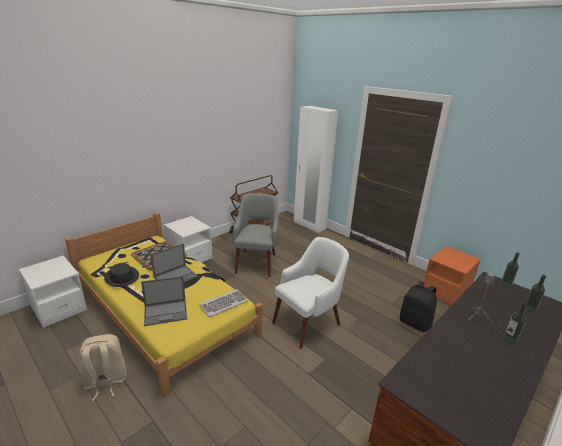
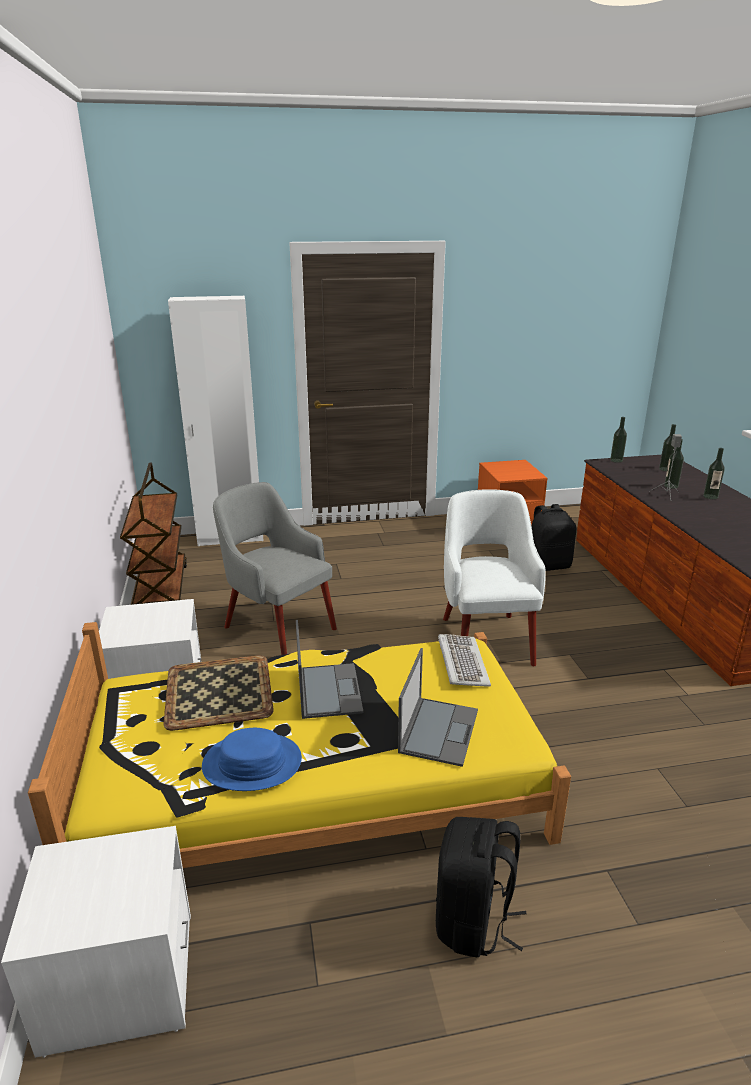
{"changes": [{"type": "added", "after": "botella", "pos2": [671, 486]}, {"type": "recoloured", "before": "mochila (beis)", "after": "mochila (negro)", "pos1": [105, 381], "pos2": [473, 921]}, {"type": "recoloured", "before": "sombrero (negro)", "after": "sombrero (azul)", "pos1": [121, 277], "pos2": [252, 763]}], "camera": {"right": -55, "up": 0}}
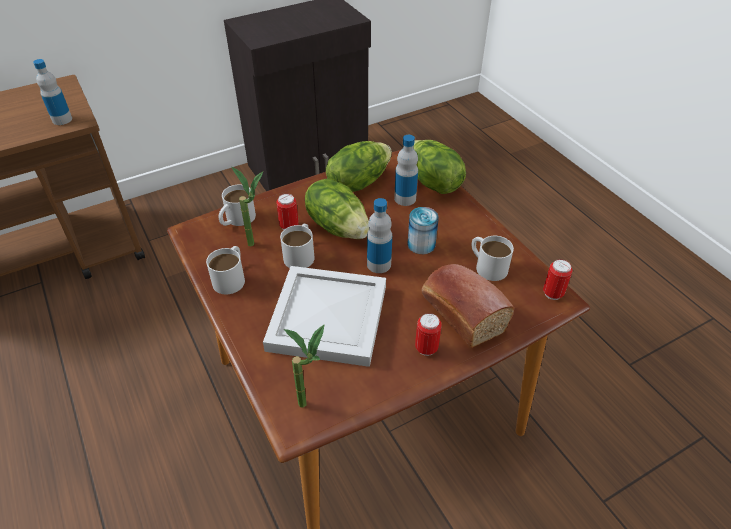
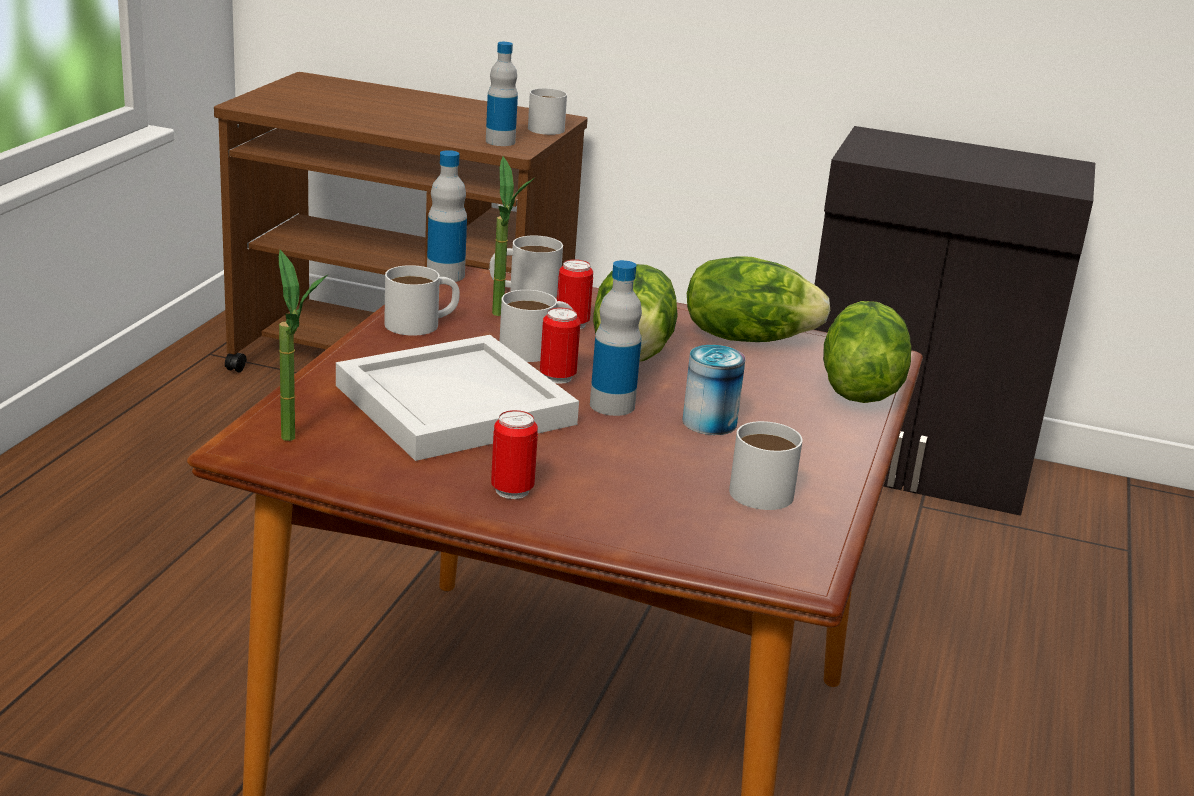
{"changes": [{"type": "removed", "before": "pan", "pos1": [460, 312]}, {"type": "added", "after": "taza grande (blanco)", "pos2": [545, 127]}, {"type": "moved", "before": "botella", "pos1": [405, 198], "pos2": [445, 275]}, {"type": "moved", "before": "lata", "pos1": [552, 293], "pos2": [557, 377]}], "camera": {"right": 45, "up": -20}}
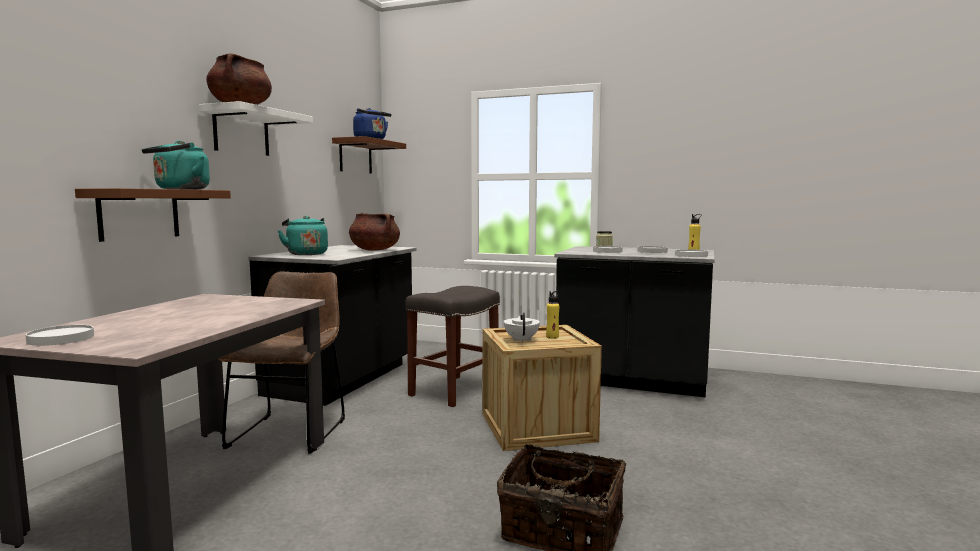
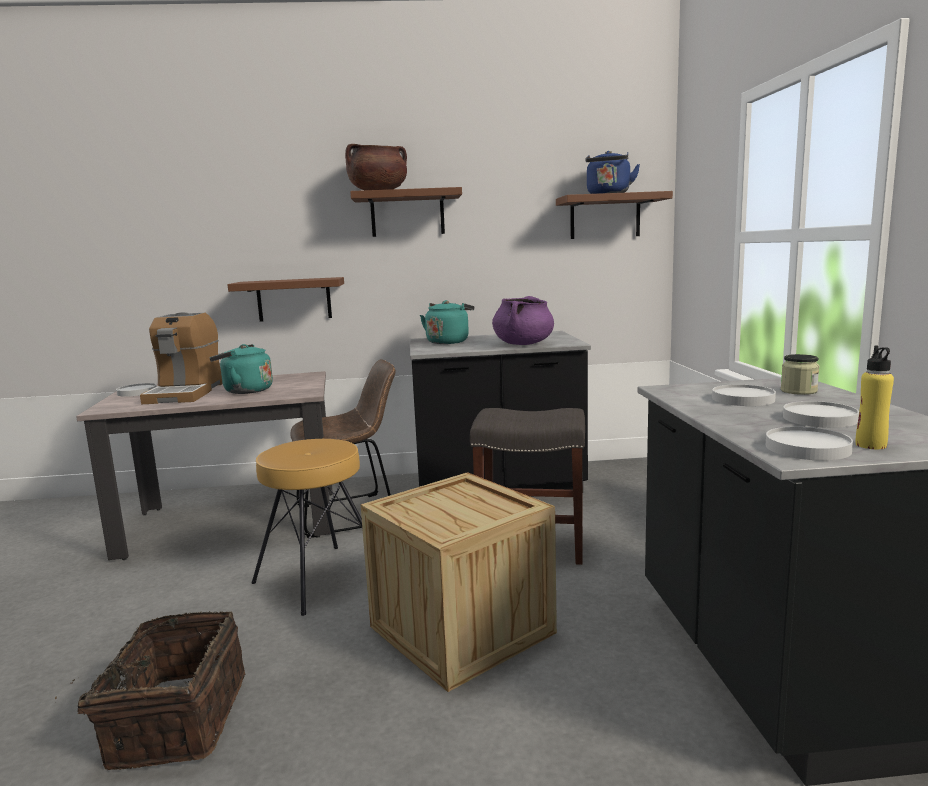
{"changes": [{"type": "removed", "before": "tetera (blanco)", "pos1": [521, 340]}, {"type": "removed", "before": "botella (amarillo)", "pos1": [552, 337]}, {"type": "added", "after": "cafetera", "pos2": [186, 393]}, {"type": "added", "after": "taburete (marrón)", "pos2": [320, 577]}, {"type": "moved", "before": "hervidor (turquesa)", "pos1": [180, 189], "pos2": [245, 391]}, {"type": "recoloured", "before": "estante (blanco)", "after": "estante (marrón)", "pos1": [241, 132], "pos2": [407, 214]}, {"type": "recoloured", "before": "olla (marrón)", "after": "olla (morado)", "pos1": [374, 250], "pos2": [523, 344]}], "camera": {"right": 65, "up": 5}}
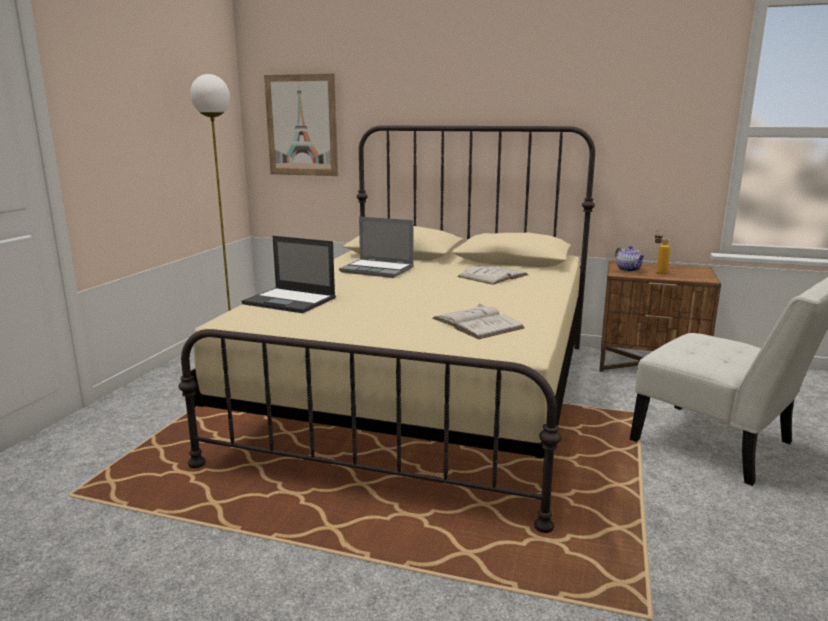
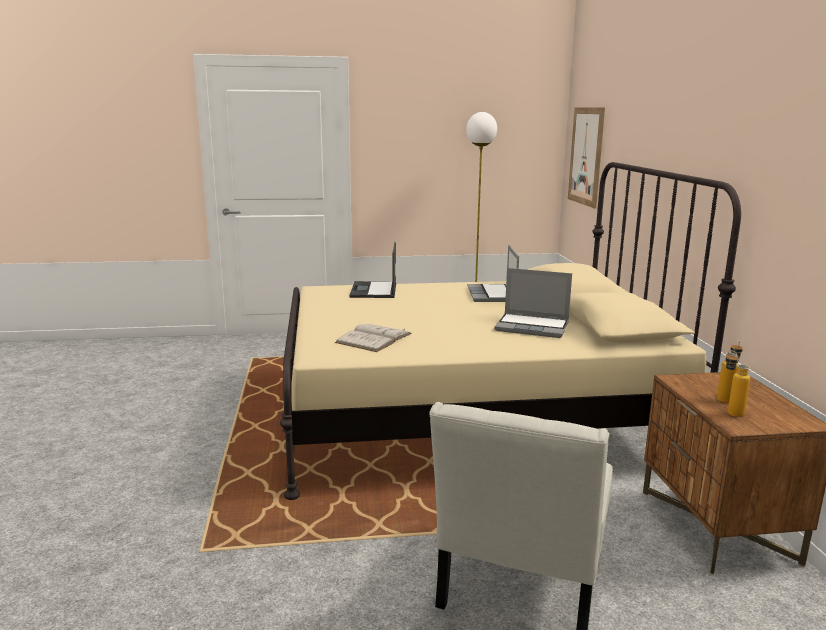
{"changes": [{"type": "removed", "before": "tetera", "pos1": [629, 270]}, {"type": "added", "after": "botella", "pos2": [730, 411]}, {"type": "replaced", "before": "libro (blanco)", "after": "portátil", "pos1": [493, 276], "pos2": [533, 327]}], "camera": {"right": 65, "up": 0}}
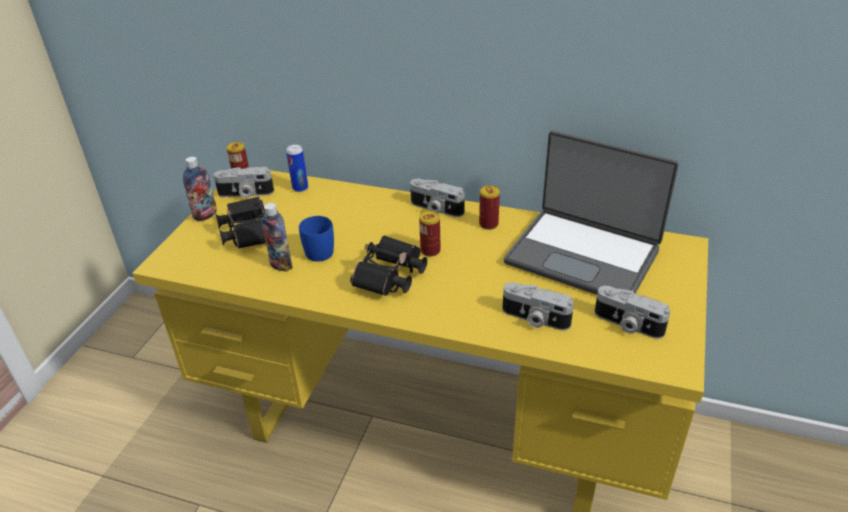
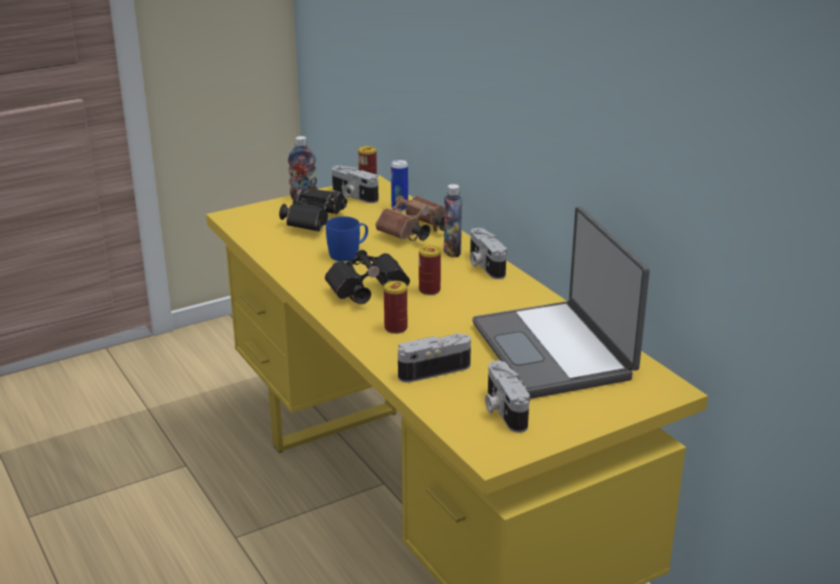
{"changes": [{"type": "added", "after": "prismáticos (marrón)", "pos2": [413, 233]}, {"type": "moved", "before": "botella", "pos1": [281, 265], "pos2": [452, 251]}, {"type": "moved", "before": "lata", "pos1": [488, 224], "pos2": [395, 328]}, {"type": "turned", "before": "cámara", "pos1": [534, 319], "pos2": [432, 369], "turn": 90}], "camera": {"right": 40, "up": -10}}
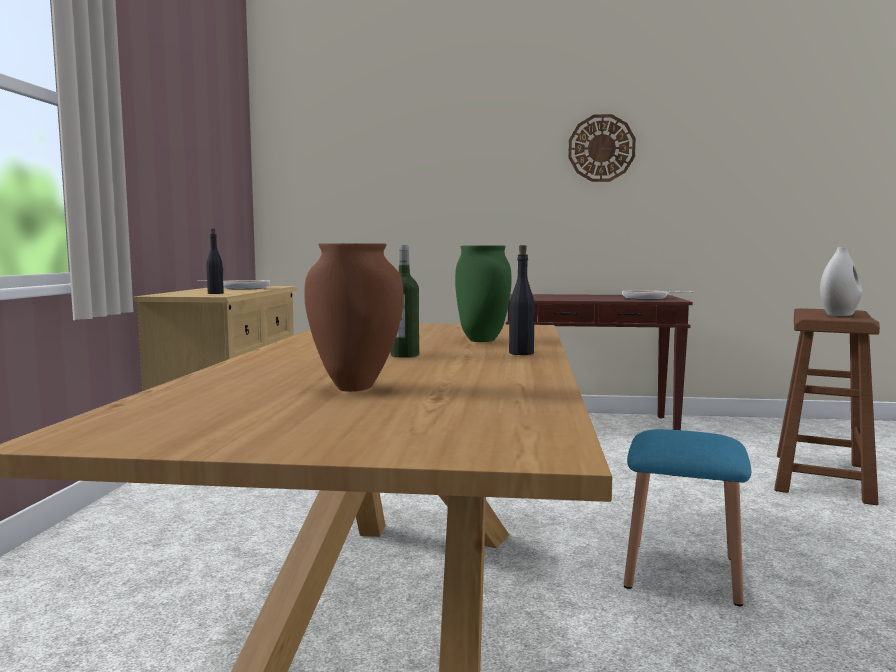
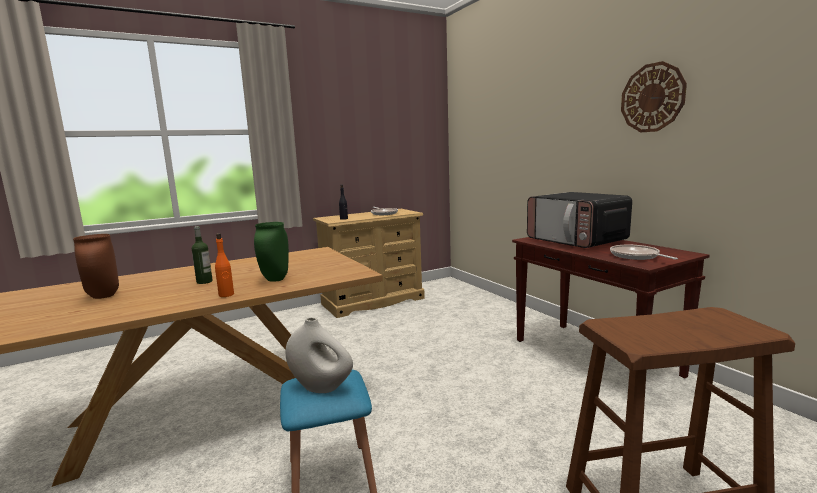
{"changes": [{"type": "added", "after": "microondas", "pos2": [576, 241]}, {"type": "moved", "before": "florero (blanco)", "pos1": [839, 315], "pos2": [321, 387]}, {"type": "recoloured", "before": "botella (negro)", "after": "botella (naranja)", "pos1": [521, 353], "pos2": [226, 295]}], "camera": {"right": 55, "up": 5}}
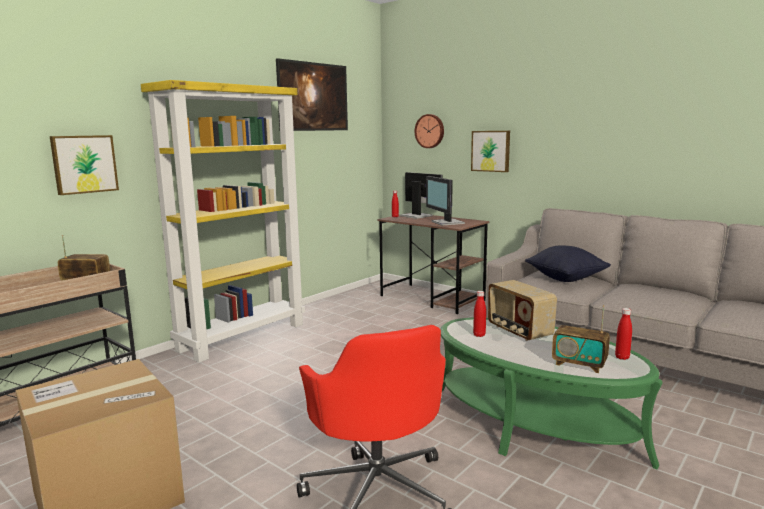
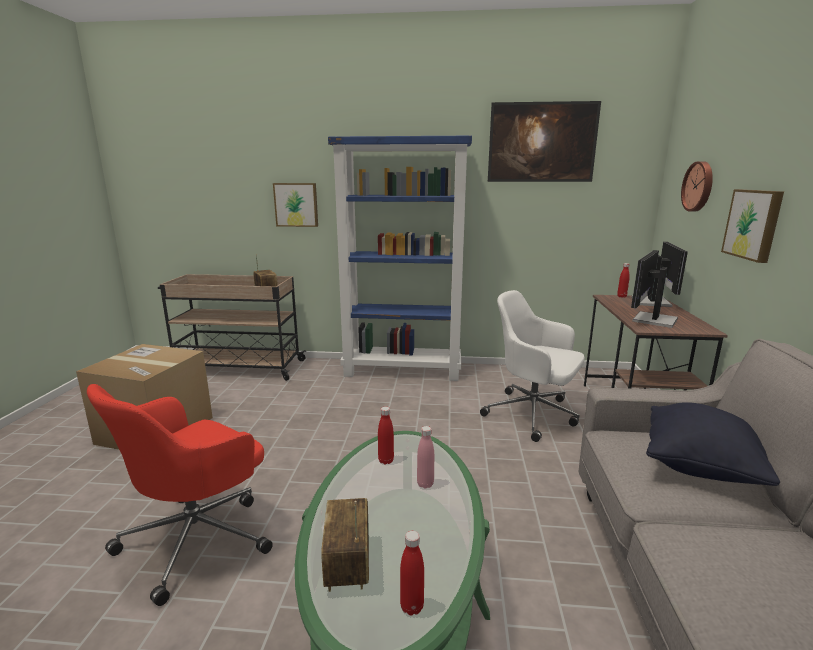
{"changes": [{"type": "added", "after": "silla de oficina (blanco)", "pos2": [533, 414]}, {"type": "replaced", "before": "radio", "after": "botella (rosa)", "pos1": [518, 331], "pos2": [425, 484]}, {"type": "recoloured", "before": "estantería (amarillo)", "after": "estantería (azul)", "pos1": [243, 336], "pos2": [403, 370]}], "camera": {"right": 55, "up": 5}}
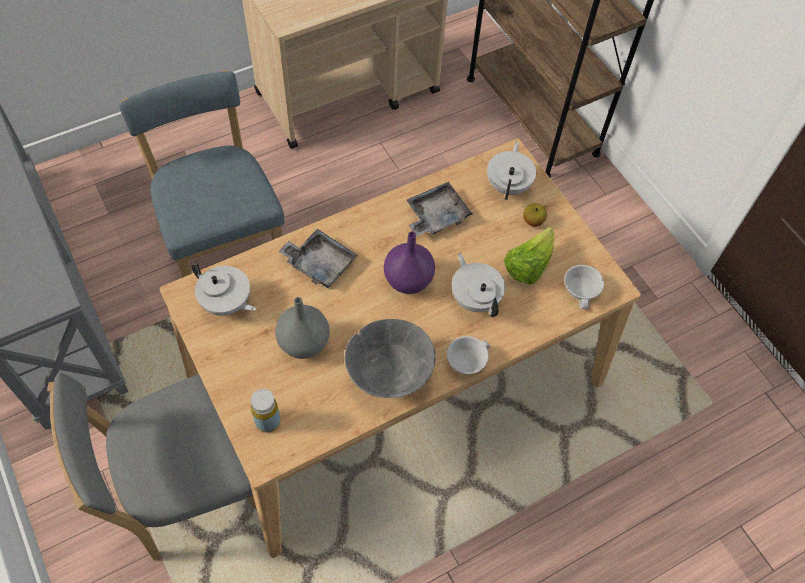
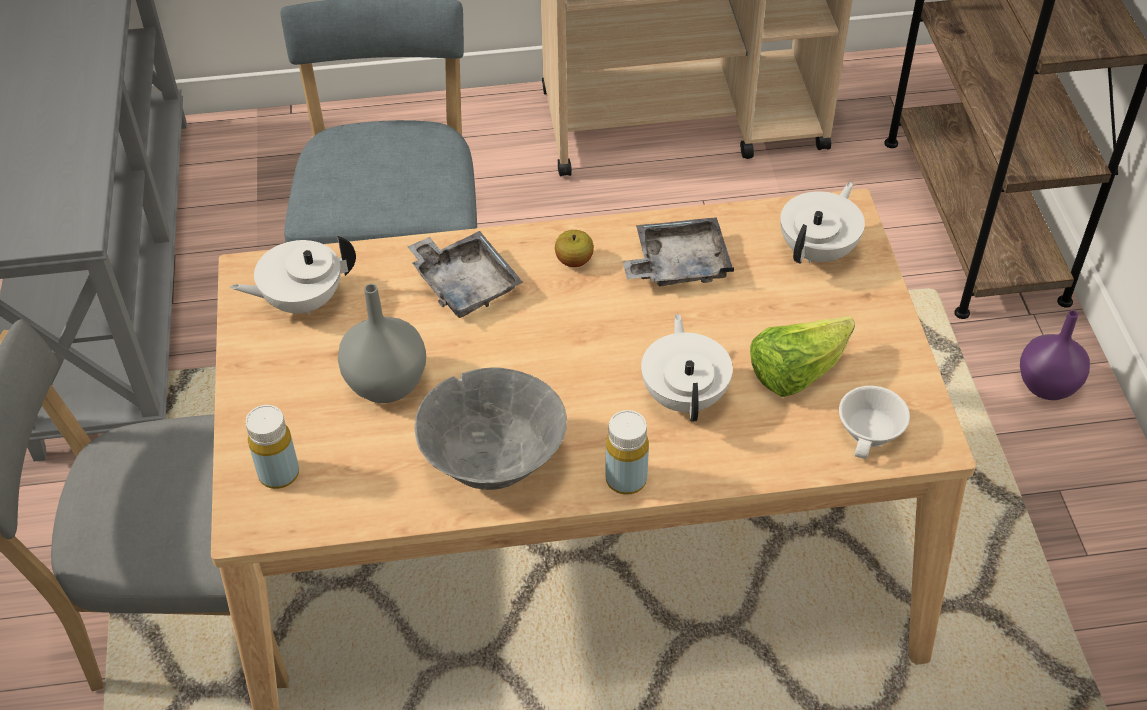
{"changes": [{"type": "moved", "before": "florero (morado)", "pos1": [408, 279], "pos2": [1046, 384]}, {"type": "moved", "before": "manzana", "pos1": [533, 221], "pos2": [574, 260]}, {"type": "replaced", "before": "taza (blanco)", "after": "botella (amarillo)", "pos1": [465, 360], "pos2": [626, 479]}, {"type": "turned", "before": "tetera (blanco)", "pos1": [226, 303], "pos2": [302, 301], "turn": 105}], "camera": {"right": 25, "up": -10}}
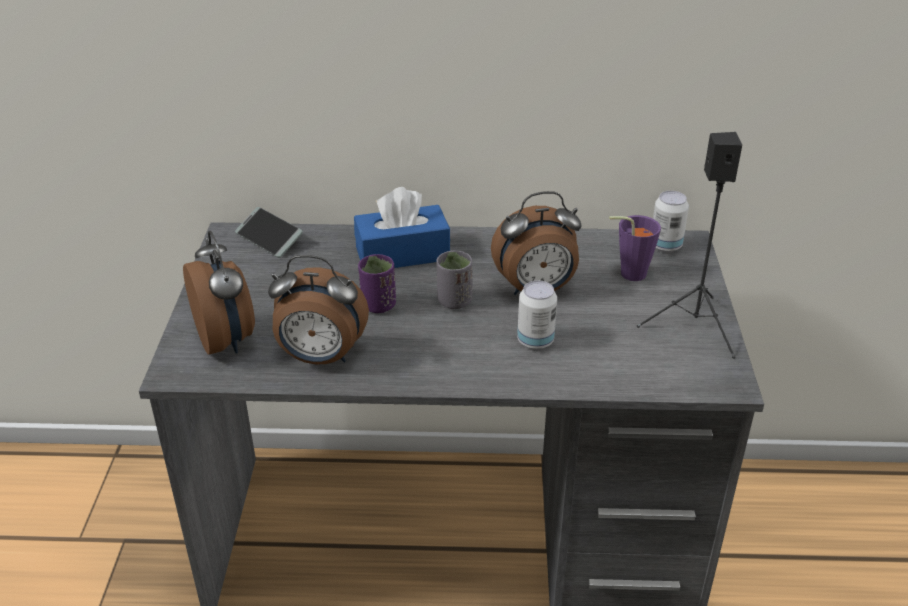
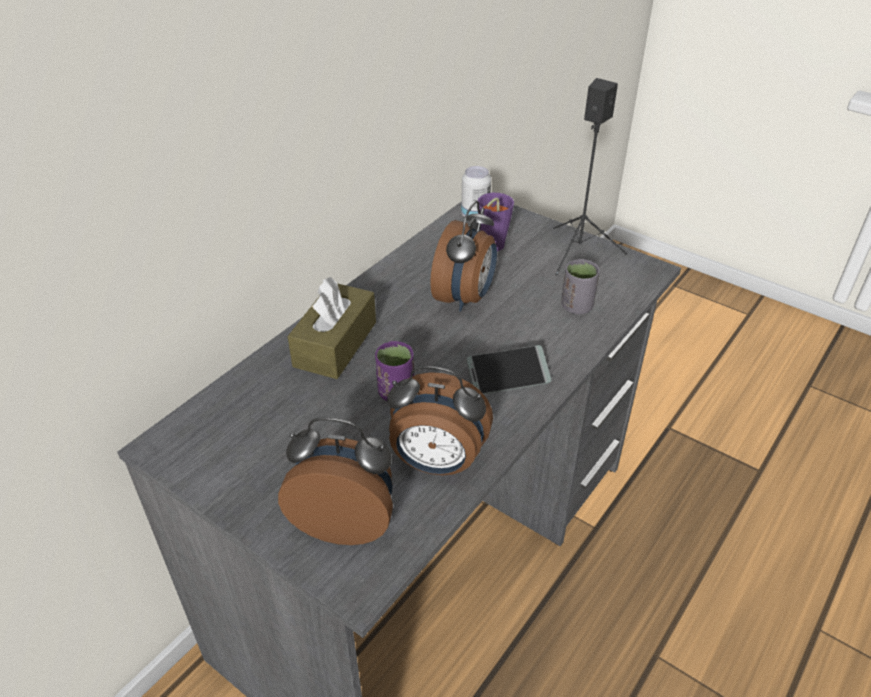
{"changes": [{"type": "removed", "before": "lata", "pos1": [535, 341]}, {"type": "moved", "before": "móvil", "pos1": [269, 239], "pos2": [508, 376]}, {"type": "moved", "before": "taza (gris)", "pos1": [454, 301], "pos2": [576, 307]}, {"type": "recoloured", "before": "caja de pañuelos (azul)", "after": "caja de pañuelos (marrón)", "pos1": [402, 254], "pos2": [335, 344]}, {"type": "turned", "before": "despertador", "pos1": [320, 358], "pos2": [437, 463], "turn": 60}], "camera": {"right": -55, "up": 5}}
